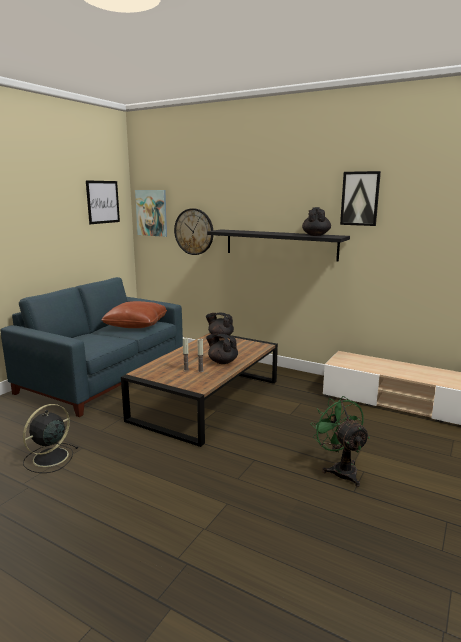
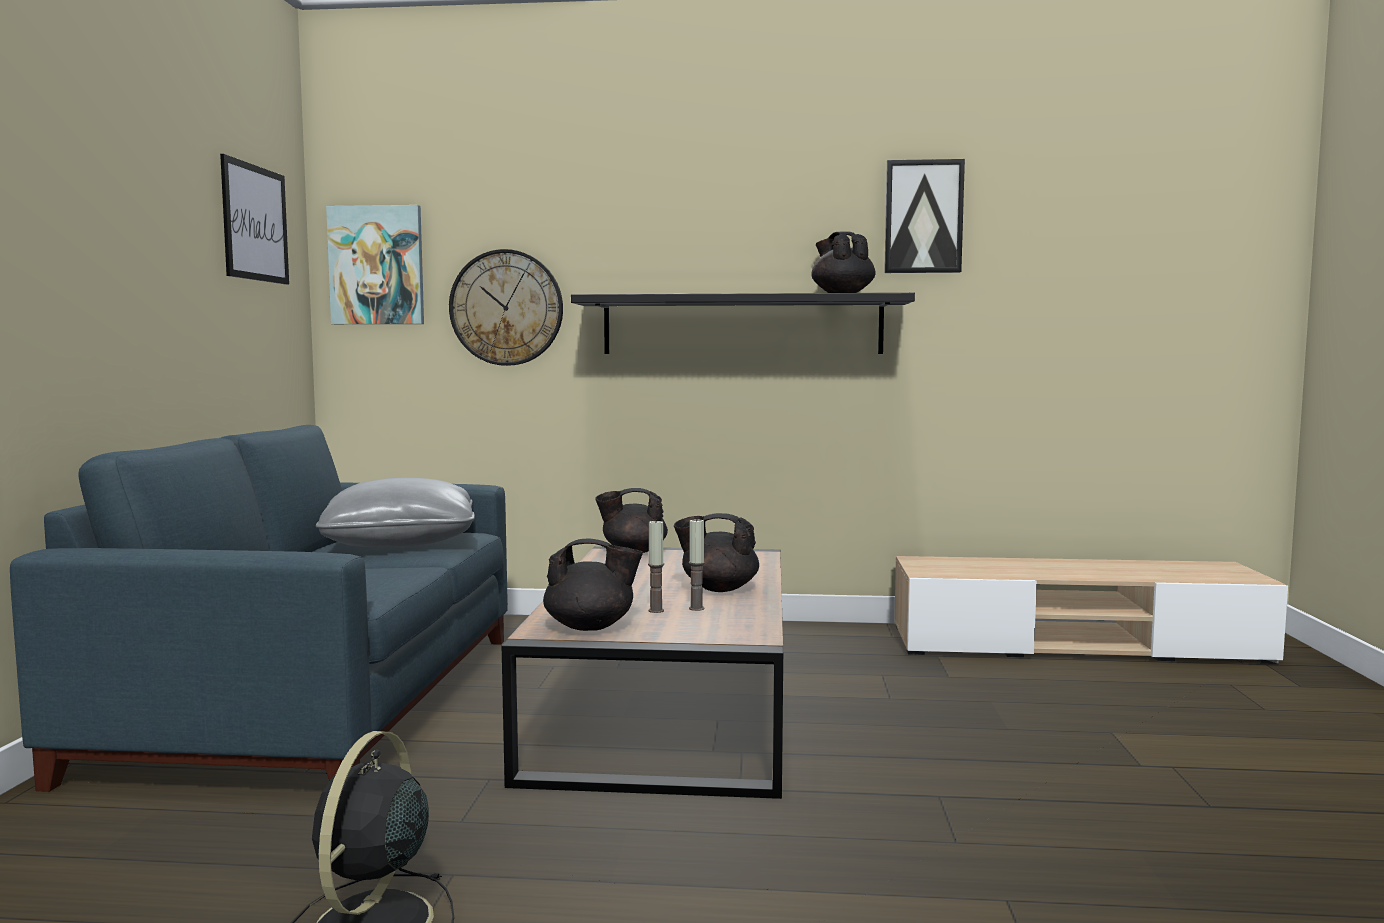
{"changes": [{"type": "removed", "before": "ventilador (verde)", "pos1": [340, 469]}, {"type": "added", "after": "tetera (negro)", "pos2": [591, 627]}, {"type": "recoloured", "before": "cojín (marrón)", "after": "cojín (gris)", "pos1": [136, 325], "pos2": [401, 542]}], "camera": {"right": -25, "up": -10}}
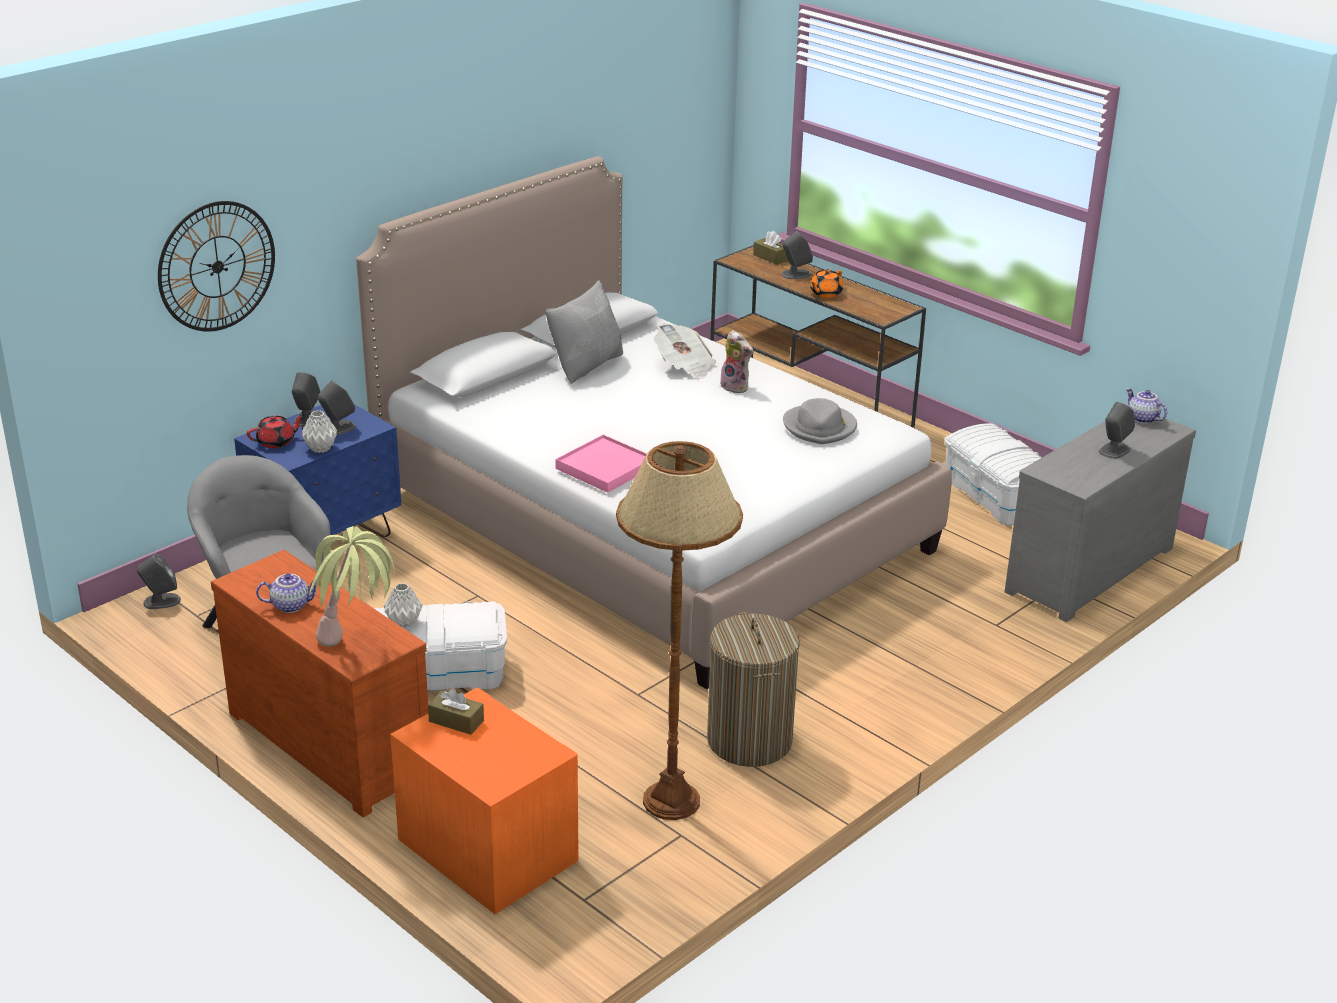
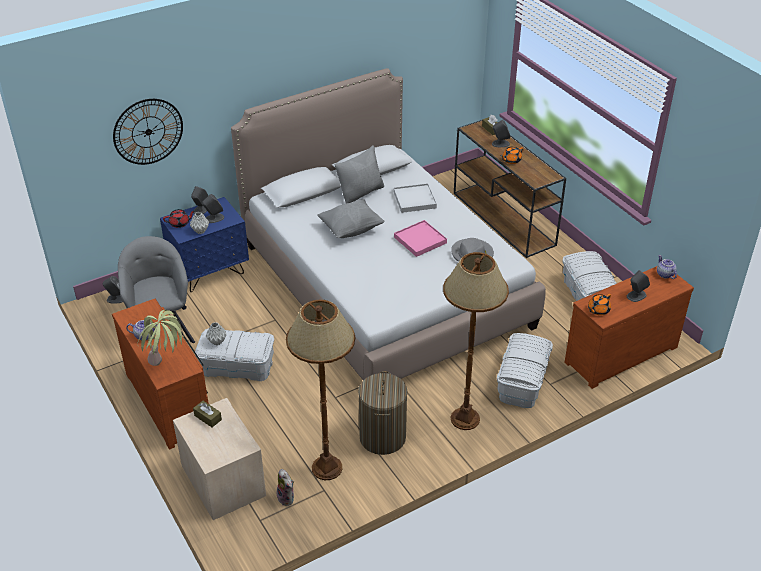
{"changes": [{"type": "added", "after": "cojín (gris)", "pos2": [351, 229]}, {"type": "added", "after": "lámpara de pie (marrón)", "pos2": [465, 418]}, {"type": "added", "after": "caja de almacenaje (blanco)", "pos2": [522, 382]}, {"type": "added", "after": "tetera (naranja)", "pos2": [598, 310]}, {"type": "moved", "before": "bandeja (rosa)", "pos1": [605, 467], "pos2": [420, 240]}, {"type": "moved", "before": "peluche", "pos1": [736, 387], "pos2": [287, 498]}, {"type": "replaced", "before": "periódico", "after": "bandeja (blanco)", "pos1": [685, 366], "pos2": [414, 200]}, {"type": "recoloured", "before": "mesita de noche (naranja)", "after": "mesita de noche (beis)", "pos1": [487, 849], "pos2": [223, 480]}, {"type": "recoloured", "before": "cómoda (gris)", "after": "cómoda (marrón)", "pos1": [1085, 568], "pos2": [619, 353]}], "camera": {"right": 15, "up": 10}}
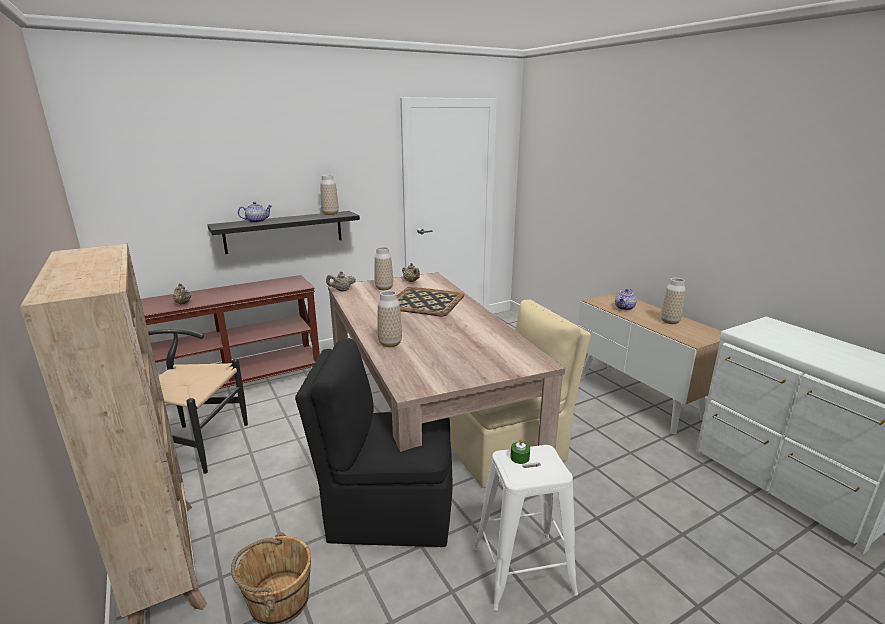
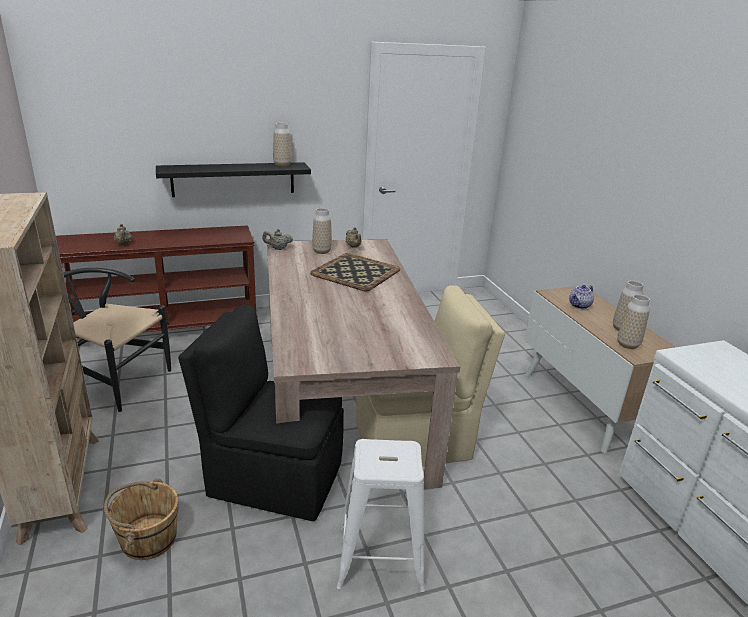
{"changes": [{"type": "removed", "before": "tetera", "pos1": [257, 221]}, {"type": "removed", "before": "vela (verde)", "pos1": [519, 457]}, {"type": "moved", "before": "florero", "pos1": [390, 343], "pos2": [628, 345]}], "camera": {"right": 10, "up": 5}}
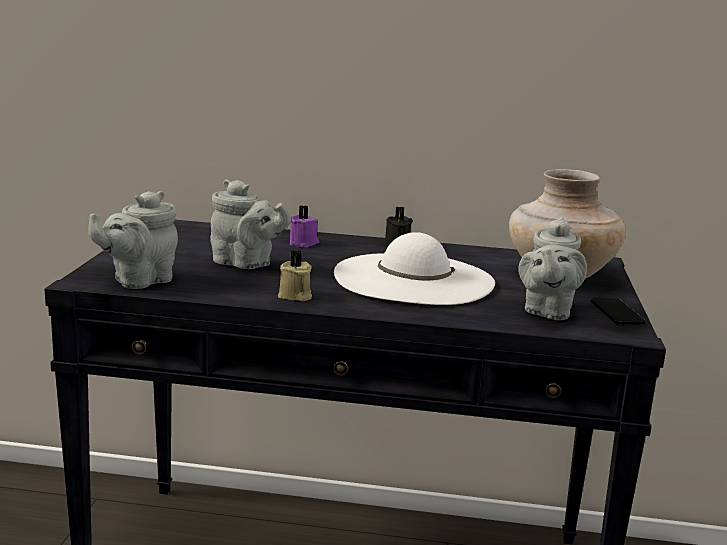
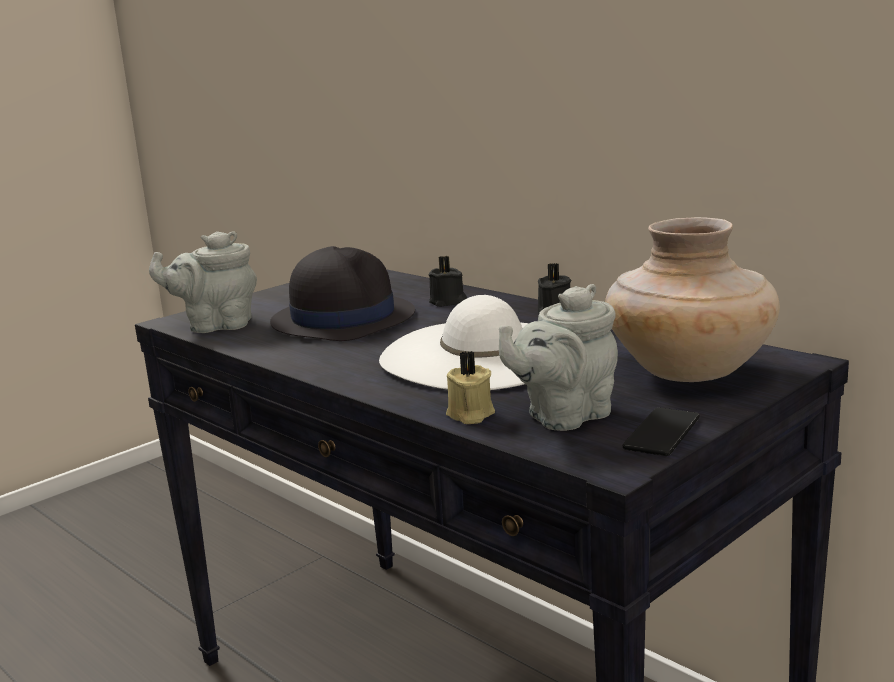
{"changes": [{"type": "moved", "before": "vela (beis)", "pos1": [295, 296], "pos2": [469, 415]}, {"type": "replaced", "before": "tetera (gris)", "after": "sombrero (negro)", "pos1": [246, 264], "pos2": [343, 319]}, {"type": "recoloured", "before": "vela (morado)", "after": "vela (negro)", "pos1": [304, 243], "pos2": [448, 302]}], "camera": {"right": 40, "up": 0}}
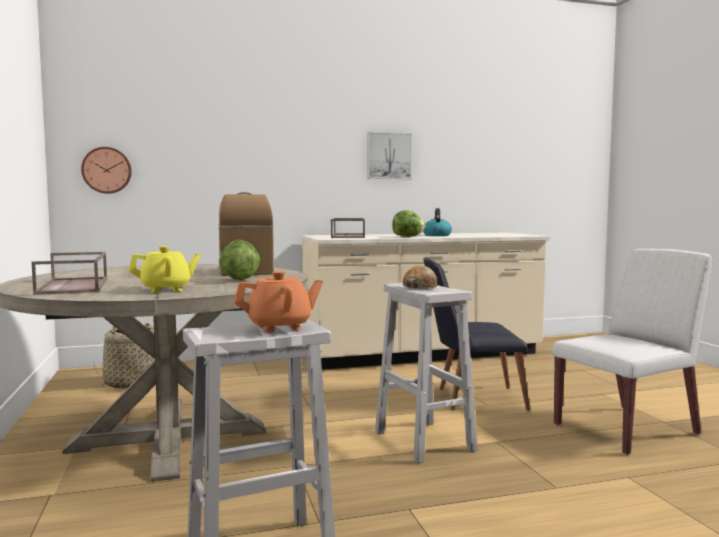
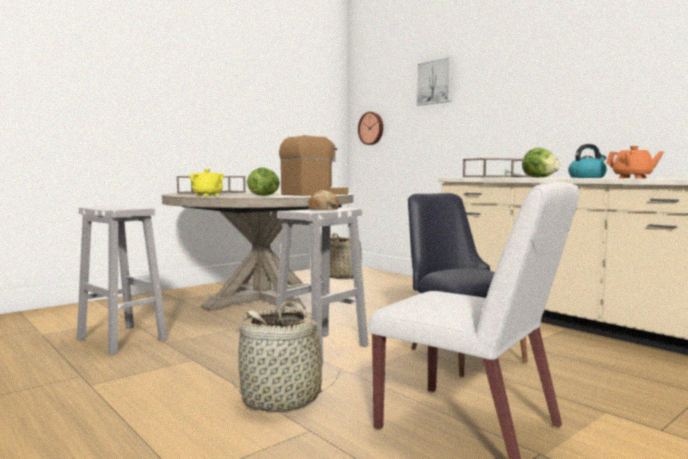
{"changes": [{"type": "added", "after": "cesta", "pos2": [282, 399]}, {"type": "moved", "before": "tetera (naranja)", "pos1": [280, 327], "pos2": [632, 178]}, {"type": "moved", "before": "cuadro", "pos1": [388, 156], "pos2": [435, 82]}], "camera": {"right": 65, "up": 0}}
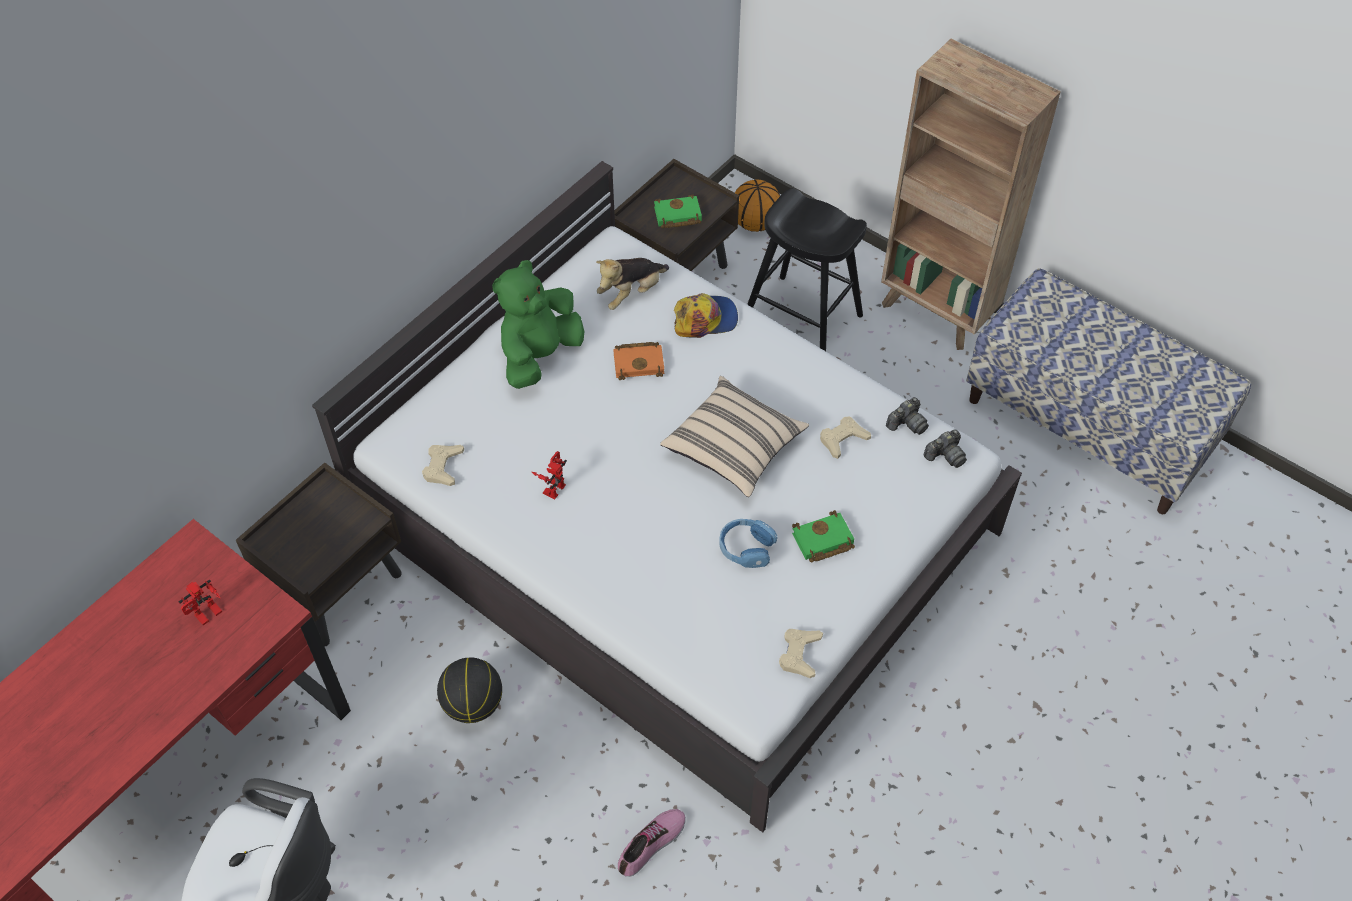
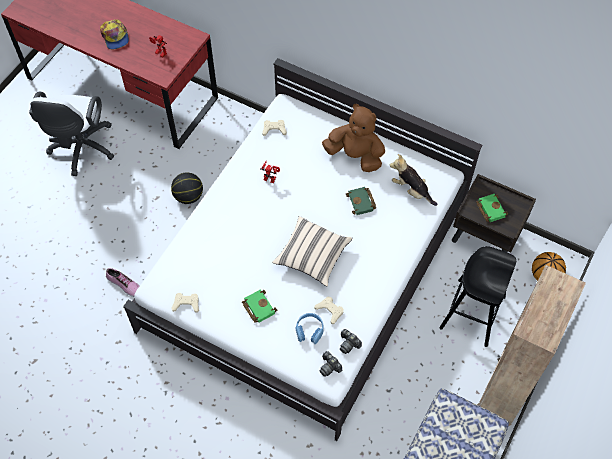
{"changes": [{"type": "removed", "before": "mesita de noche (marrón)", "pos1": [338, 588]}, {"type": "moved", "before": "gorra", "pos1": [705, 319], "pos2": [115, 37]}, {"type": "moved", "before": "auriculares (azul)", "pos1": [746, 548], "pos2": [309, 330]}, {"type": "recoloured", "before": "peluche (verde)", "after": "peluche (marrón)", "pos1": [539, 355], "pos2": [355, 156]}, {"type": "recoloured", "before": "libro (naranja)", "after": "libro (verde)", "pos1": [640, 362], "pos2": [362, 202]}], "camera": {"right": 80, "up": 5}}
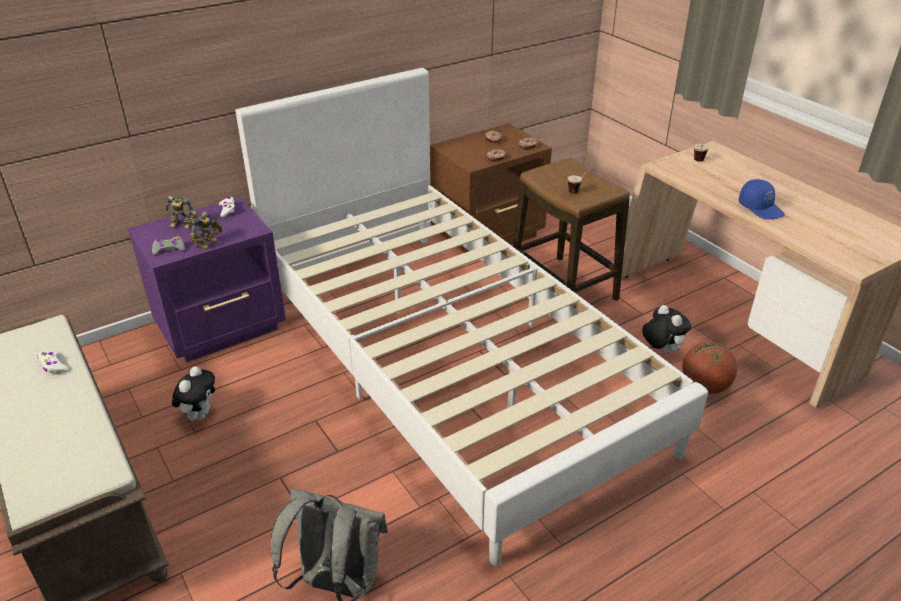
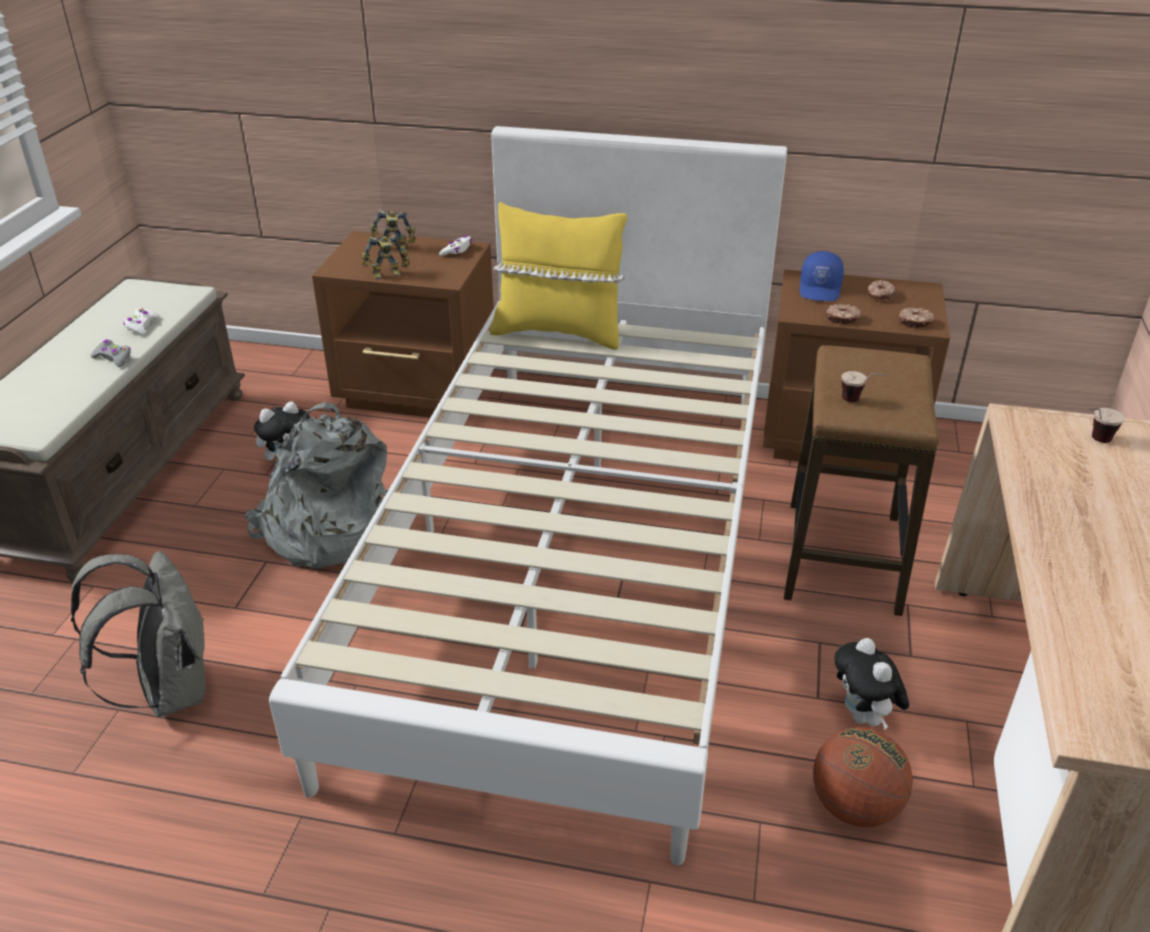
{"changes": [{"type": "added", "after": "mochila (gris)", "pos2": [326, 531]}, {"type": "added", "after": "cojín (amarillo)", "pos2": [558, 332]}, {"type": "moved", "before": "mando de consola (gris)", "pos1": [169, 249], "pos2": [113, 358]}, {"type": "moved", "before": "gorra (azul)", "pos1": [761, 208], "pos2": [820, 289]}, {"type": "recoloured", "before": "mesita de noche (morado)", "after": "mesita de noche (marrón)", "pos1": [223, 328], "pos2": [418, 393]}, {"type": "turned", "before": "robot de juguete", "pos1": [182, 226], "pos2": [394, 248], "turn": -60}, {"type": "turned", "before": "peluche", "pos1": [661, 350], "pos2": [863, 717], "turn": 150}], "camera": {"right": 45, "up": 0}}
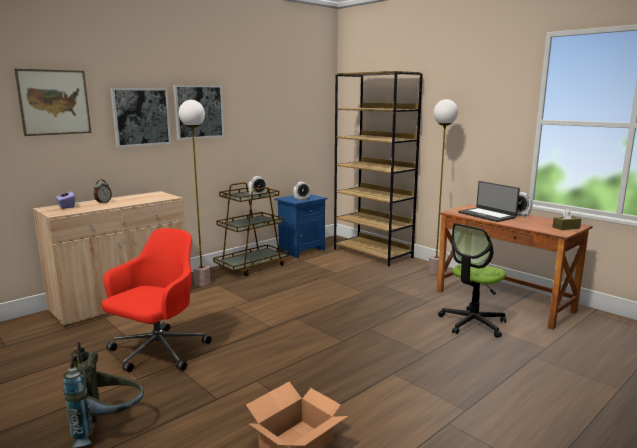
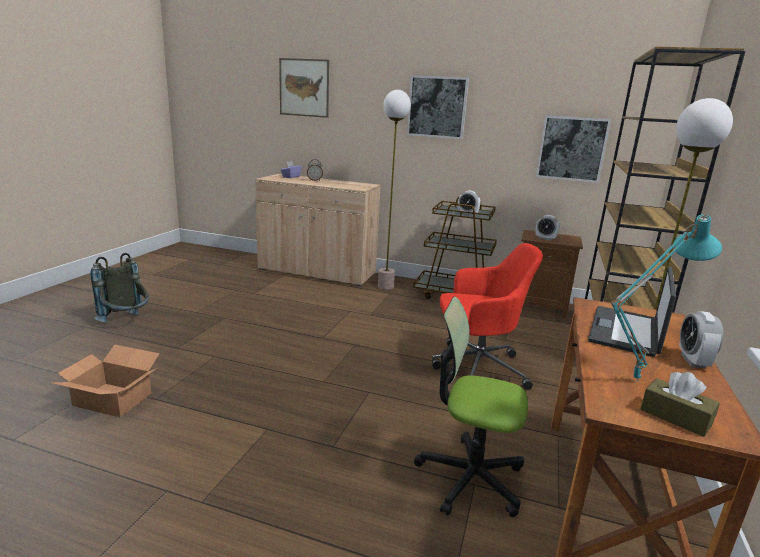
{"changes": [{"type": "added", "after": "lámpara de mesa (turquesa)", "pos2": [633, 380]}, {"type": "moved", "before": "silla de oficina (rojo)", "pos1": [157, 352], "pos2": [476, 368]}, {"type": "moved", "before": "cuadro", "pos1": [141, 117], "pos2": [571, 148]}, {"type": "recoloured", "before": "mesita de noche (azul)", "after": "mesita de noche (marrón)", "pos1": [301, 250], "pos2": [539, 306]}], "camera": {"right": 60, "up": 5}}
